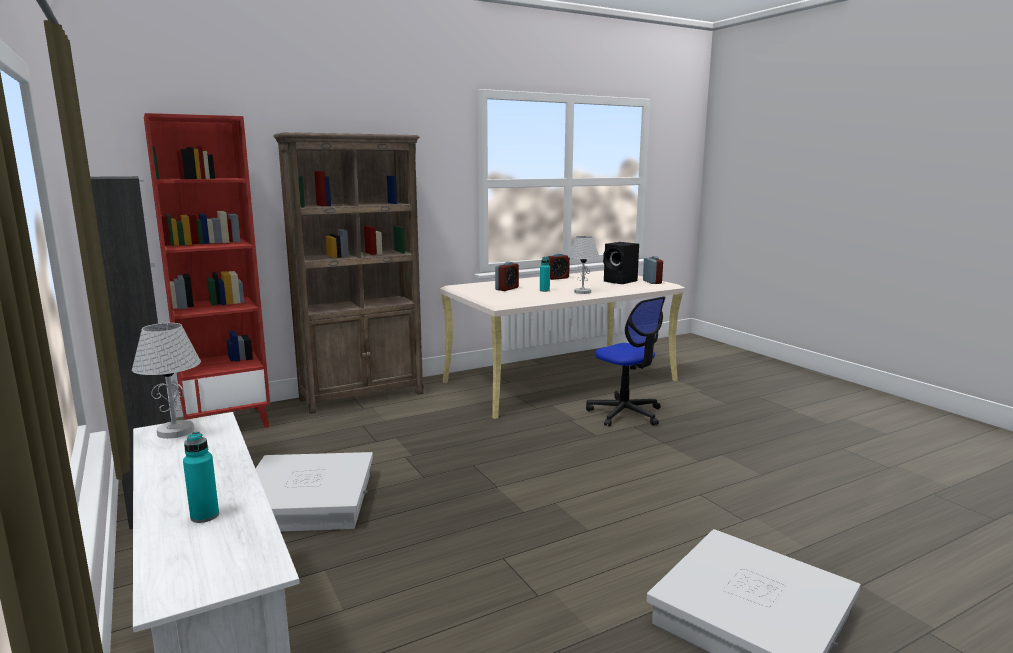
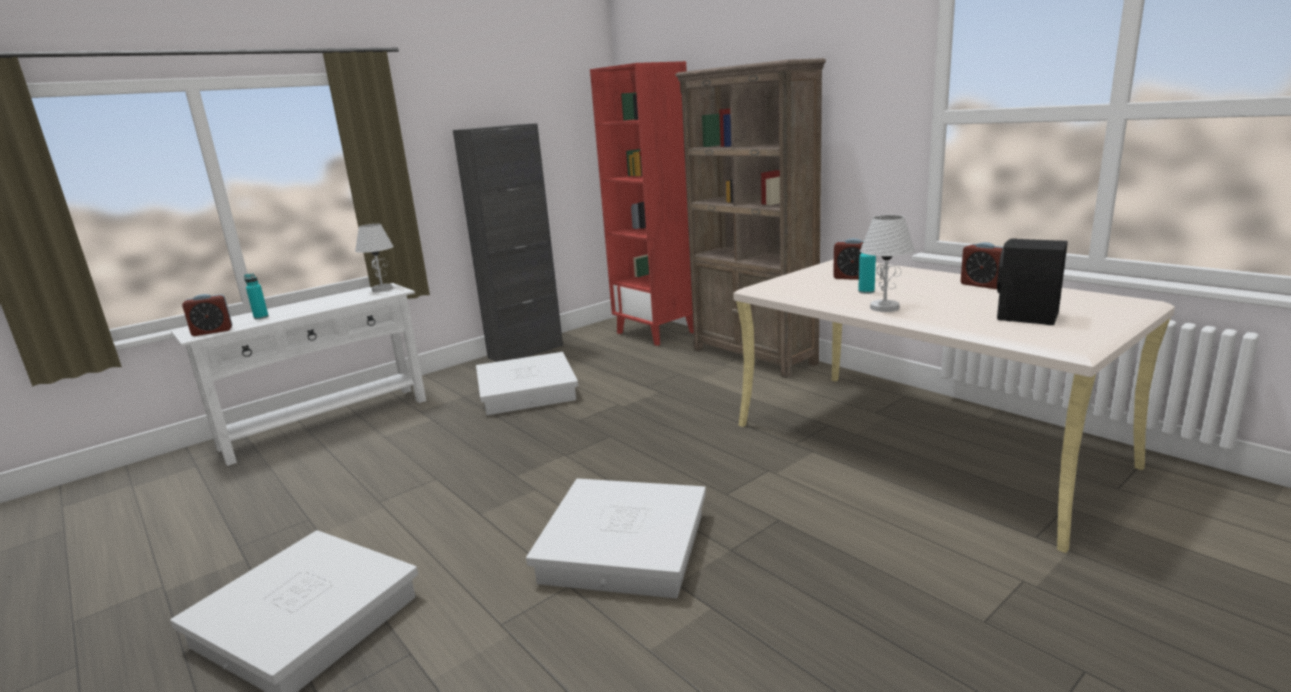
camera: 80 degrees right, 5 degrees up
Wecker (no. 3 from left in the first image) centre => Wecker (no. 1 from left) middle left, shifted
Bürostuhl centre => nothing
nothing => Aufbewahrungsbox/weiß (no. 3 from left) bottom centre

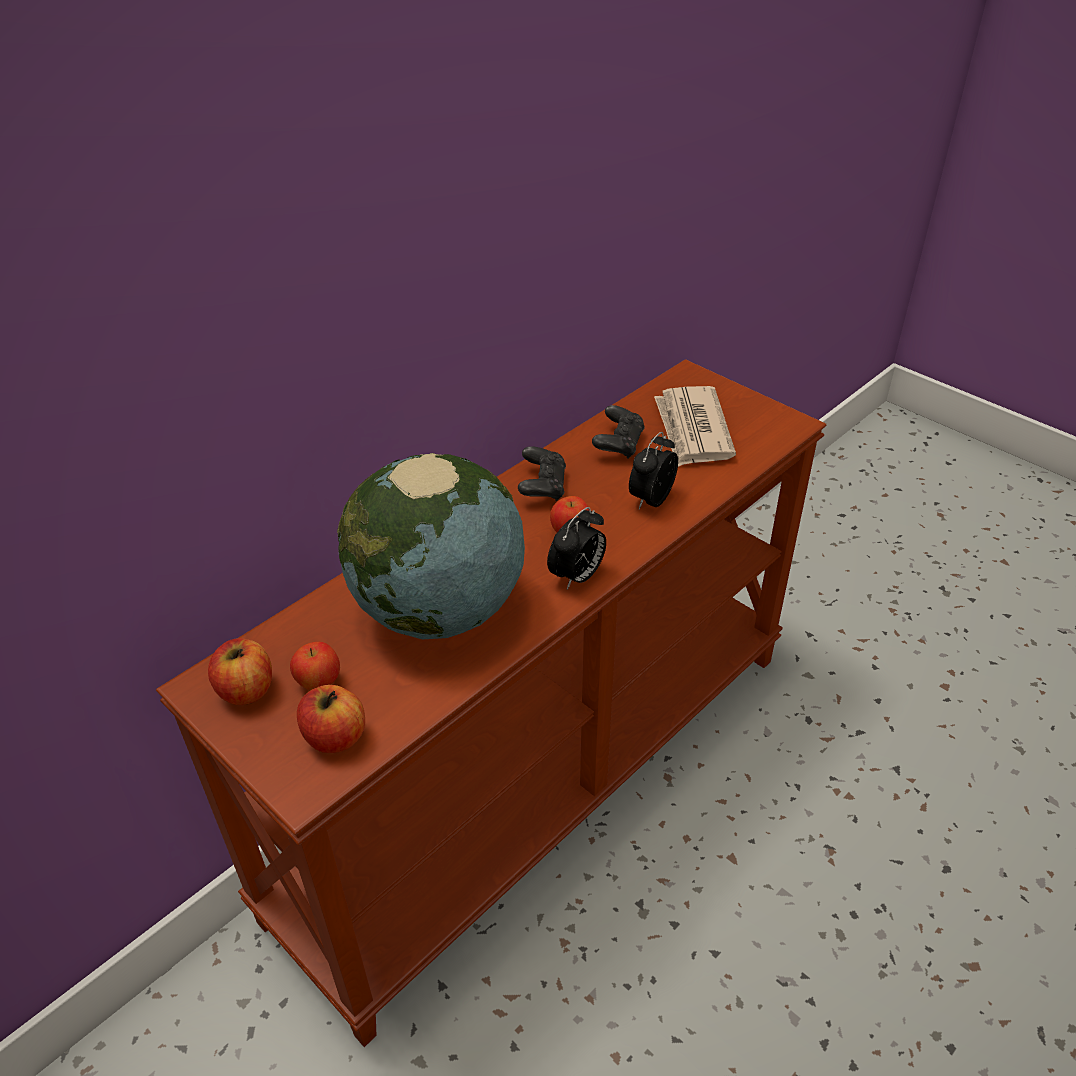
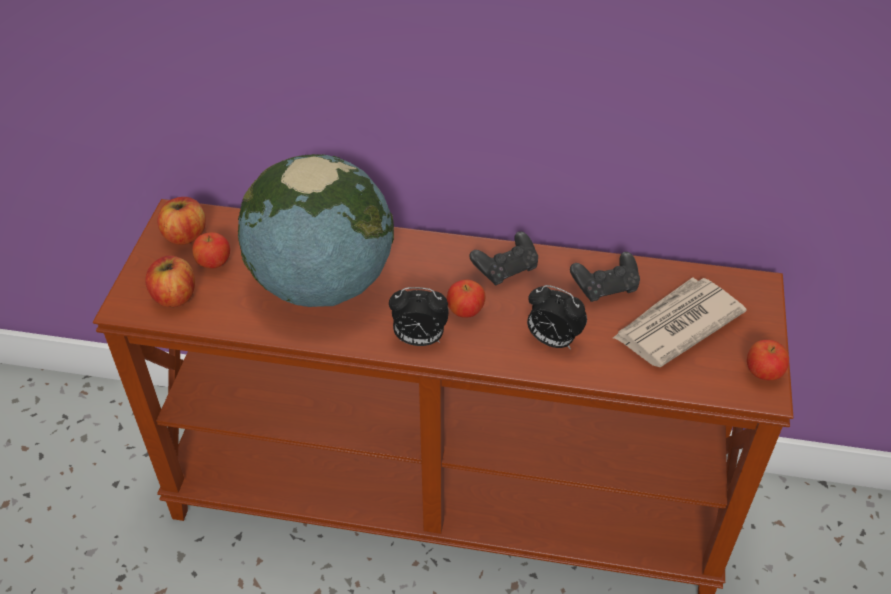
camera: 55 degrees right, 5 degrees up
Wecker (no. 2 from left) centre, 150 degrees counterclockwise
nothing => Apfel (no. 5 from left) middle right

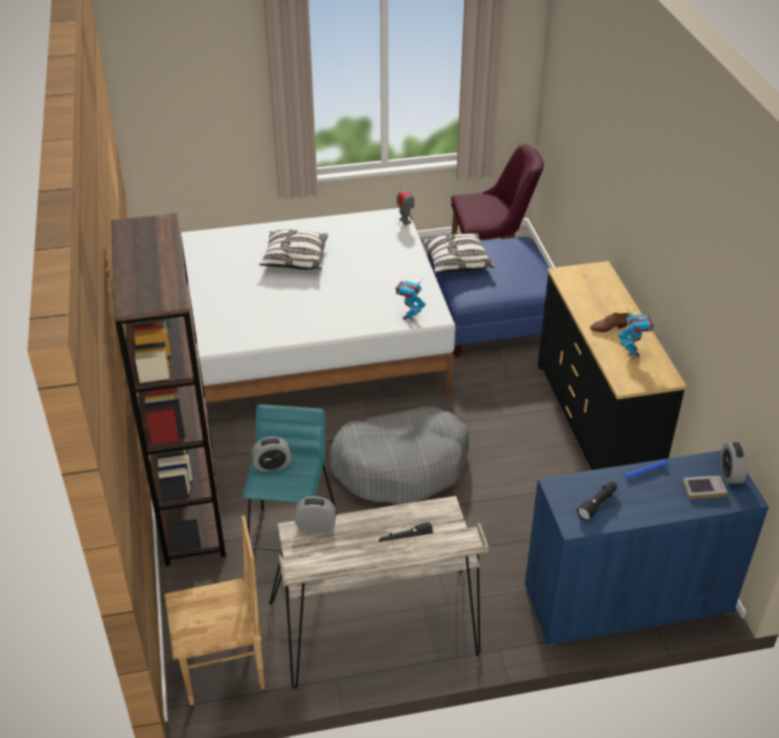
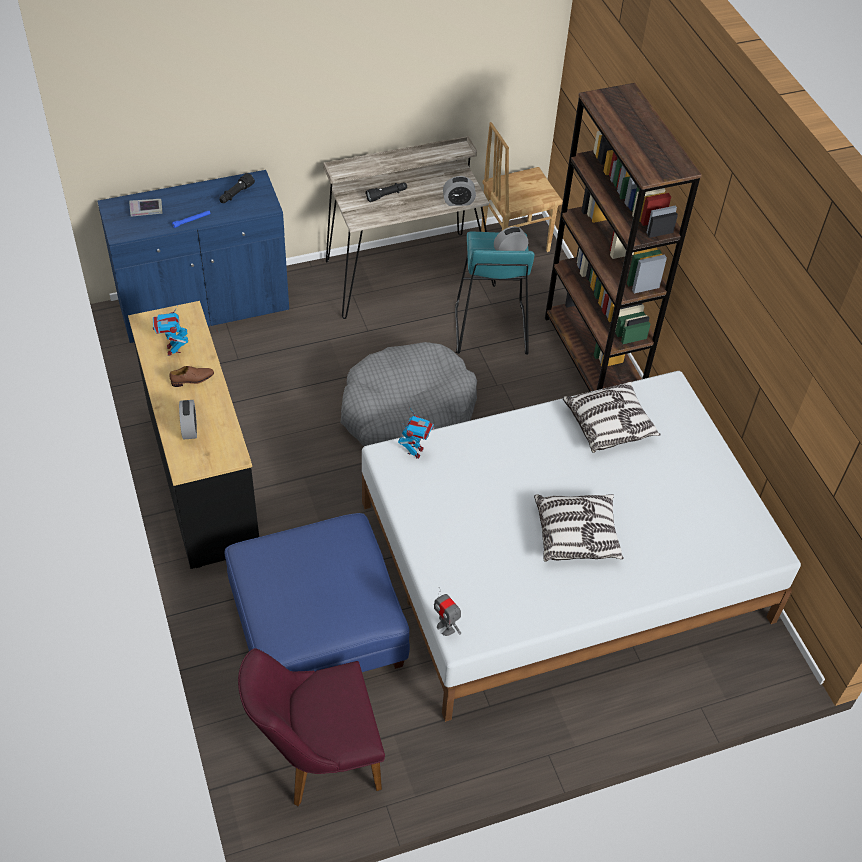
camera: 170 degrees right, 10 degrees up
Kissen (no. 2 from left) centre => Kissen (no. 2 from left) middle right, shifted
Wecker (no. 3 from left in the first image) middle right => Wecker (no. 1 from left) middle left, shifted

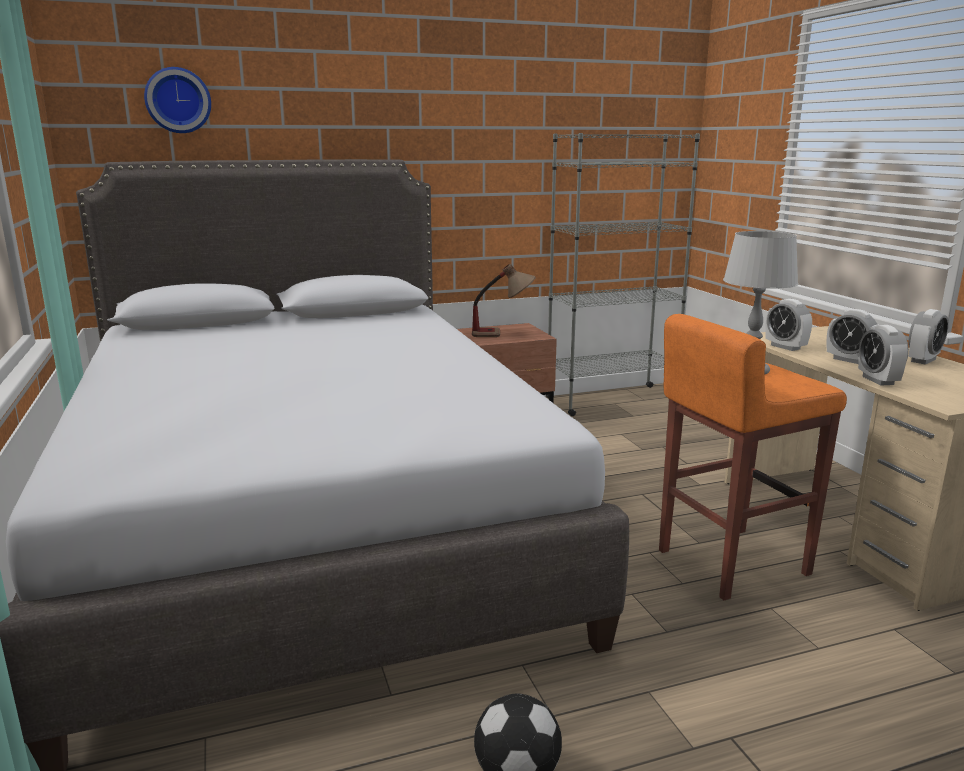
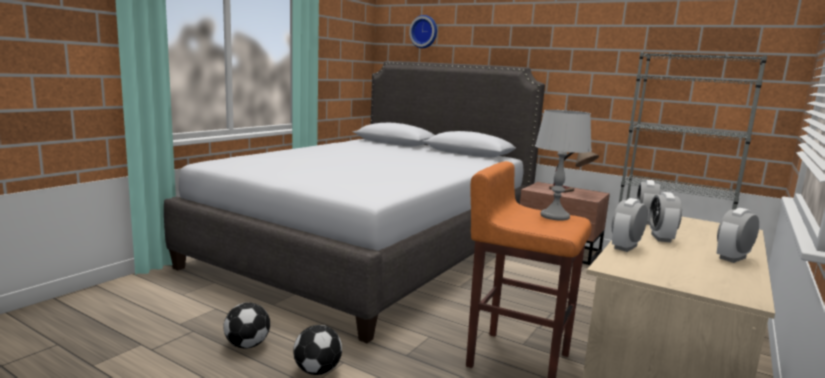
camera: 50 degrees right, 5 degrees down
Wecker (no. 4 from left) middle right, 135 degrees clockwise
nothing => Fußball (no. 2 from left) bottom centre

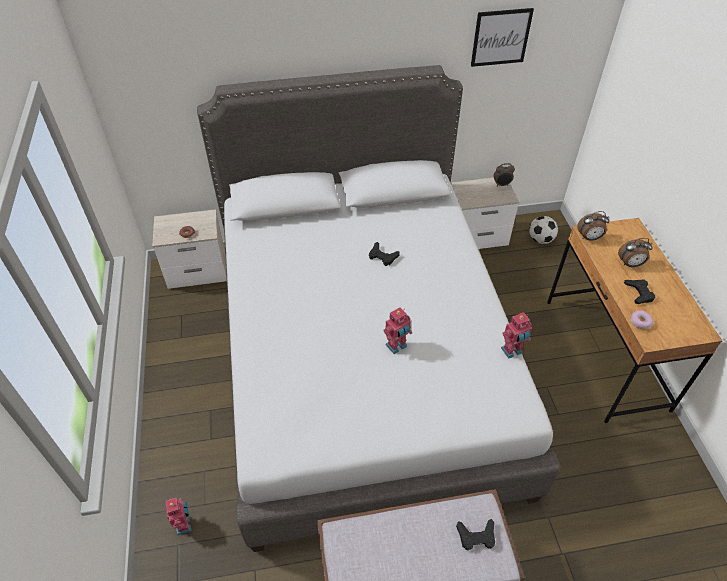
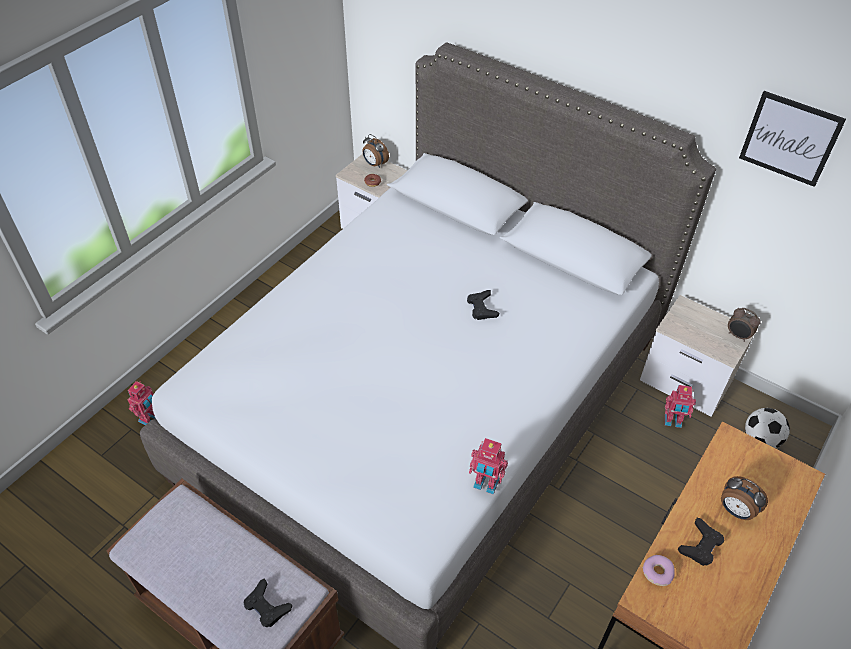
camera: 45 degrees right, 0 degrees up
Wecker (no. 2 from left in the first image) middle right => Wecker (no. 1 from left) top centre, shifted
Spielzeugroboter (no. 2 from left in the first image) centre => Spielzeugroboter (no. 3 from left) middle right, shifted

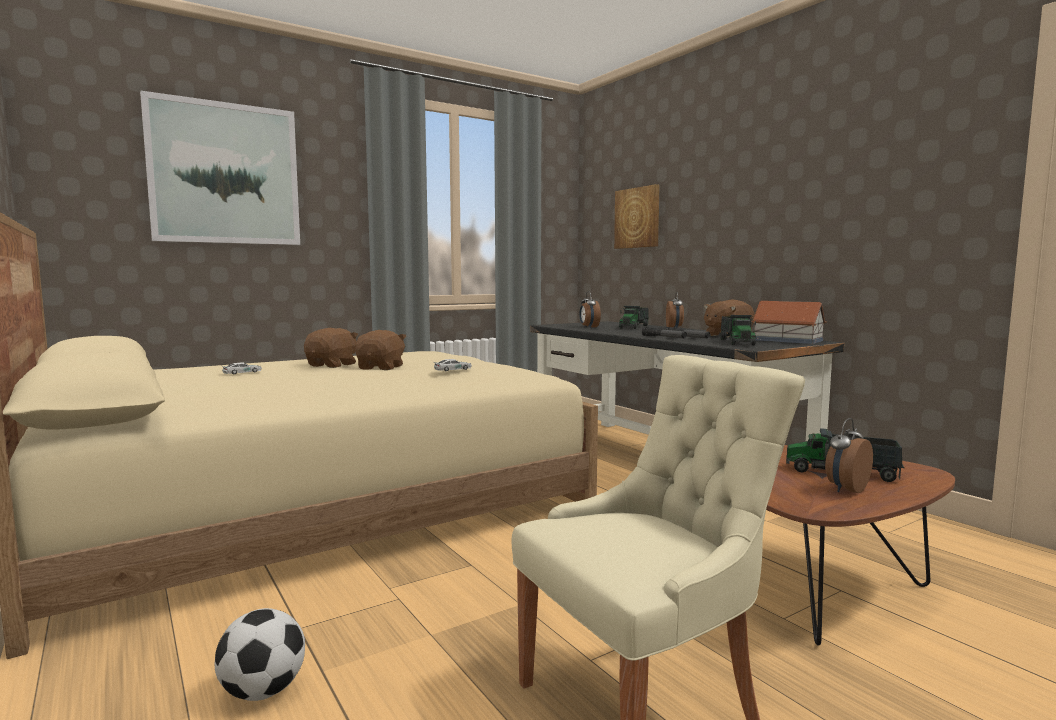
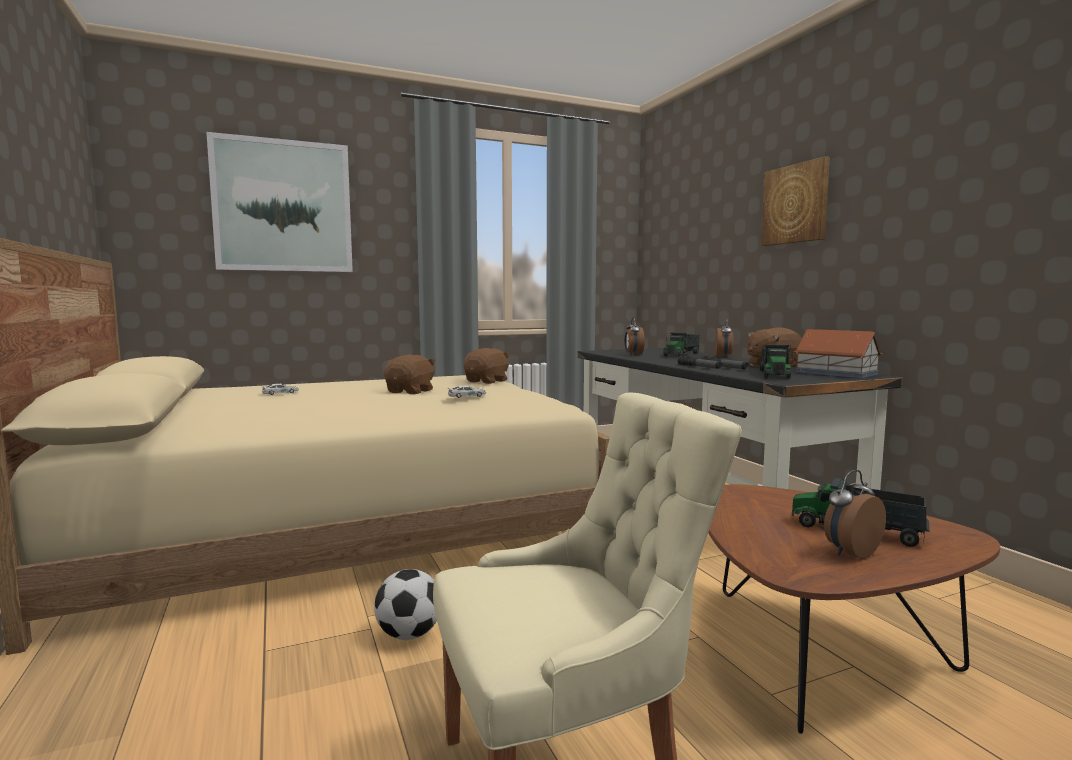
camera: 10 degrees right, 0 degrees up
Bild (no. 2 from left) top centre => Bild (no. 2 from left) top right, shifted
Plüschtier/braun (no. 1 from left in the first image) middle left => Plüschtier/braun (no. 2 from left) centre, shifted
Fußball bottom left => Fußball bottom centre, shifted

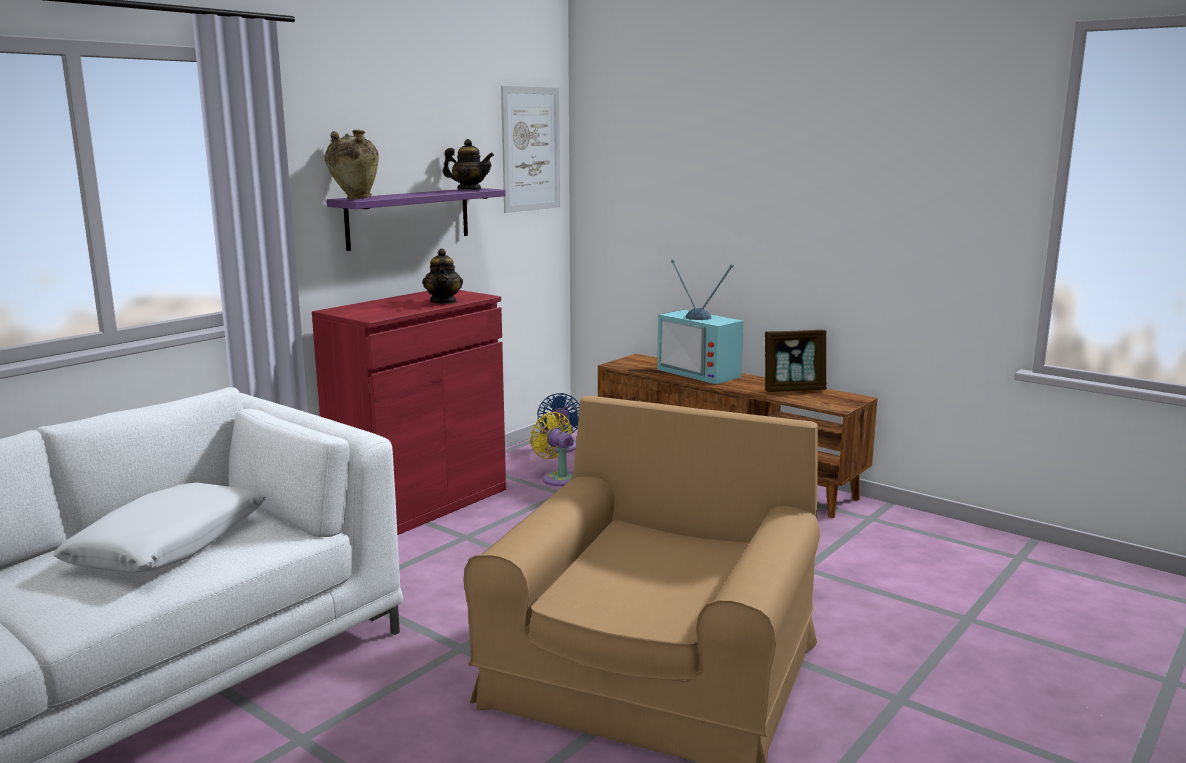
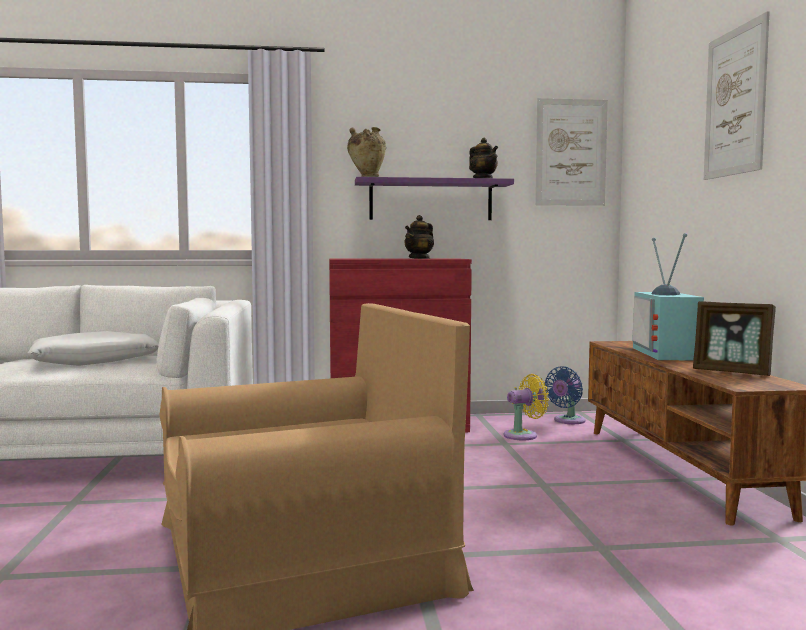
camera: 45 degrees right, 10 degrees down
Ventilator/gelb centre, 60 degrees clockwise
nothing => Bild (no. 2 from left) top right

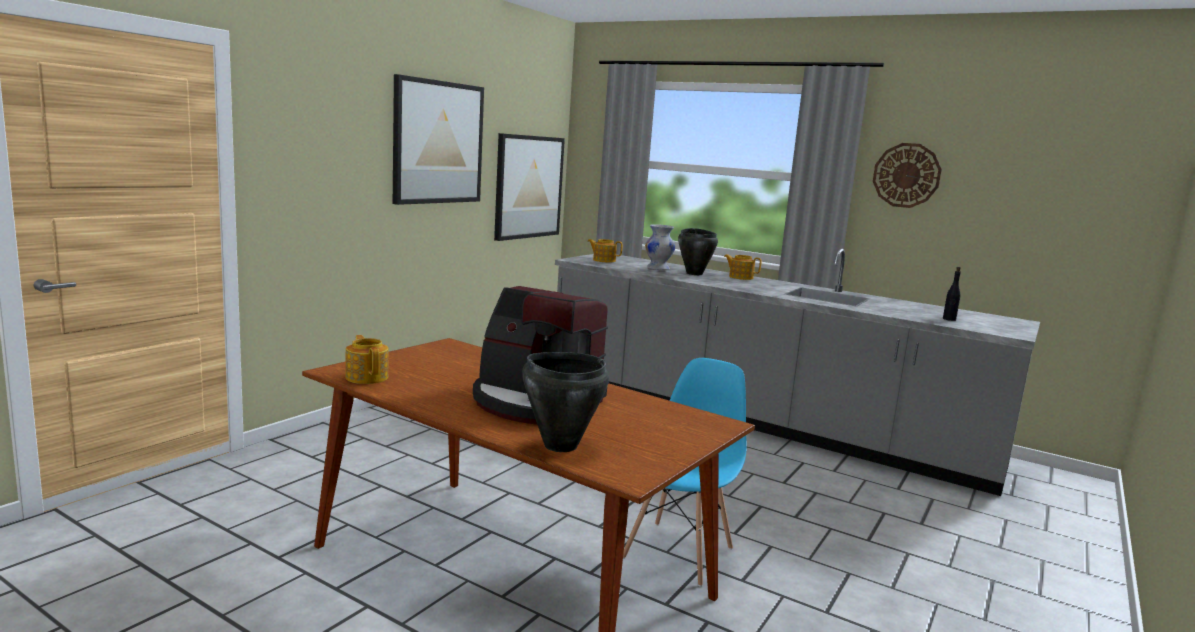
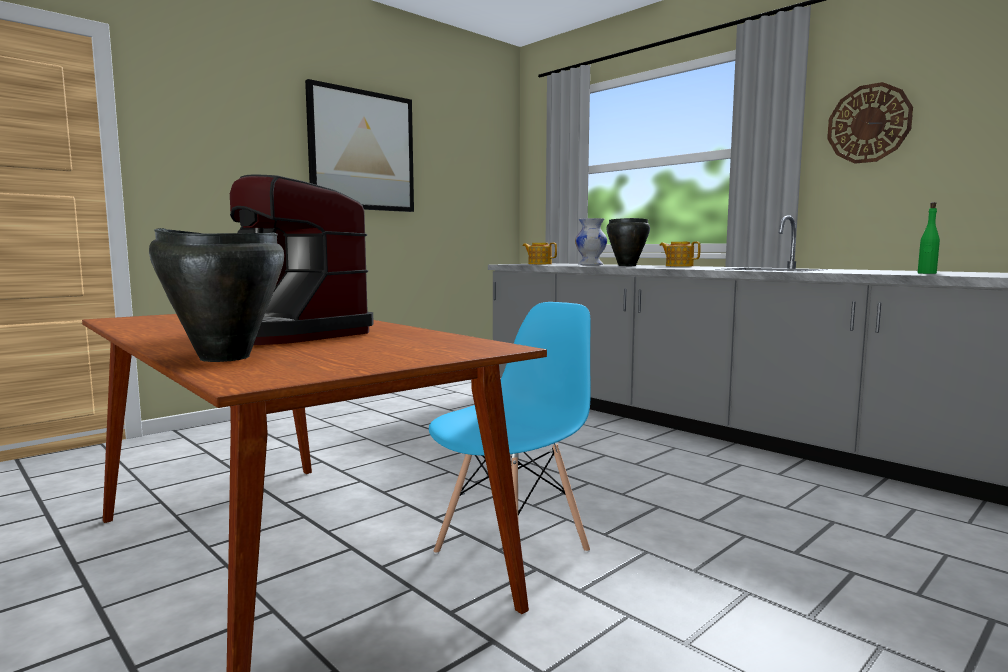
camera: 15 degrees right, 5 degrees down
Bild (no. 2 from left) top centre => nothing
Flasche/schwarz middle right => Flasche/grün middle right
Teekanne (no. 1 from left) middle left => nothing

